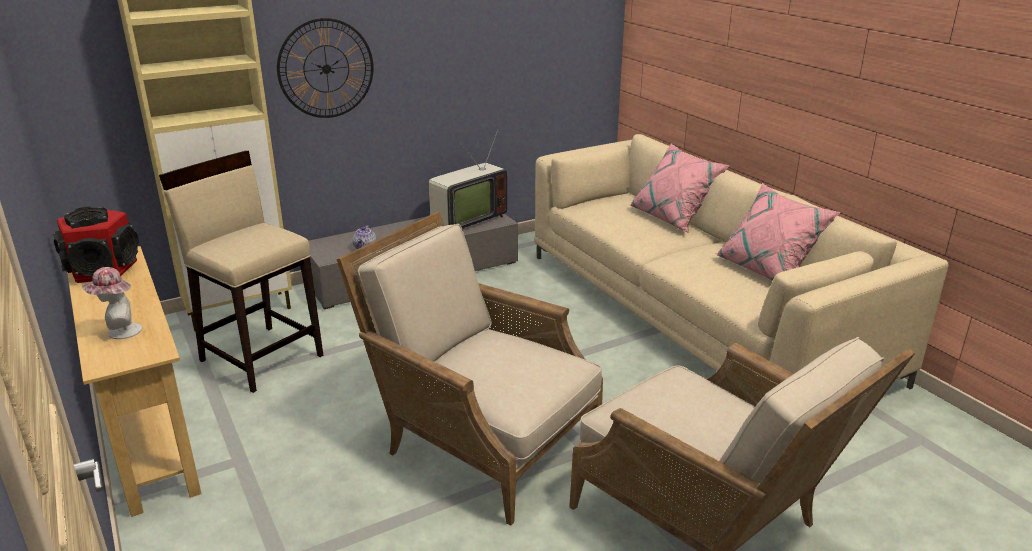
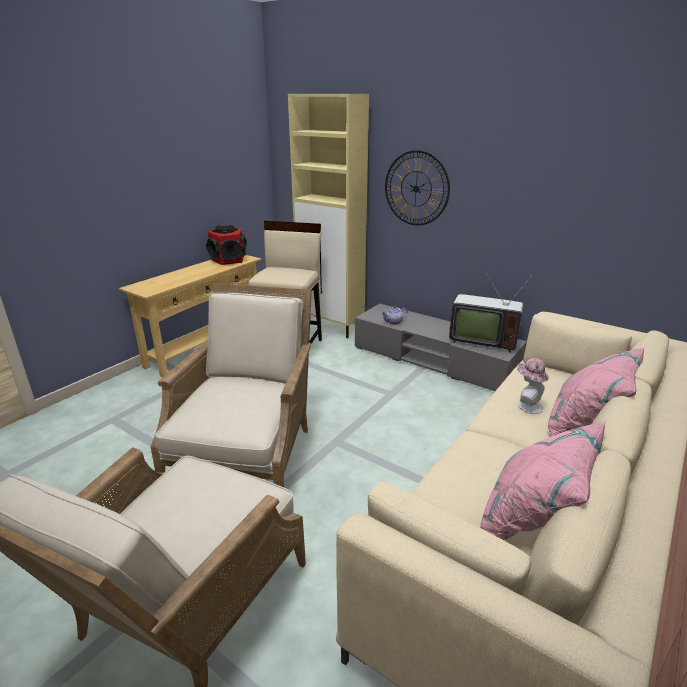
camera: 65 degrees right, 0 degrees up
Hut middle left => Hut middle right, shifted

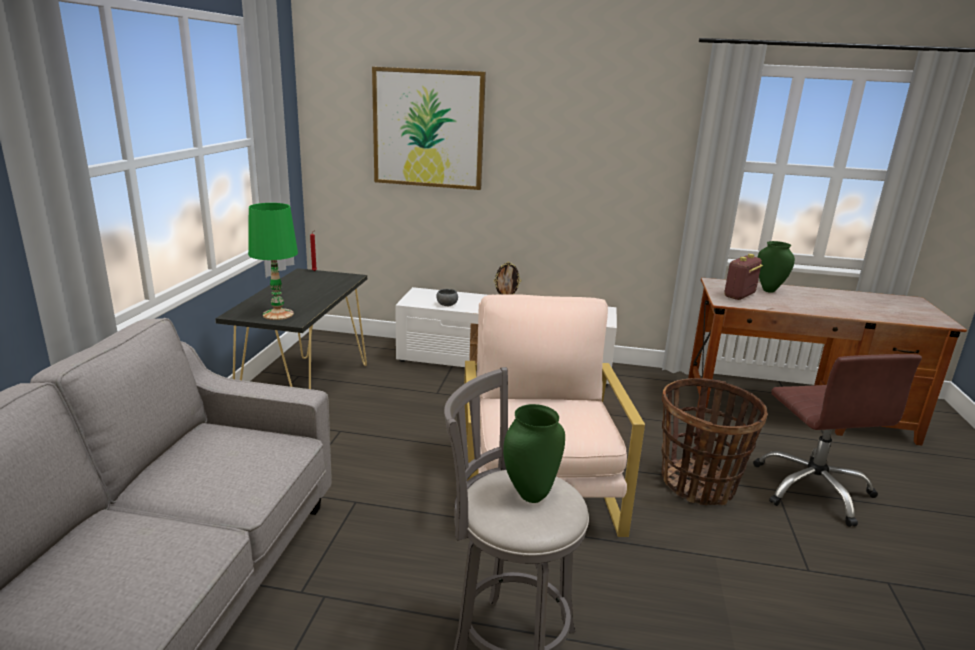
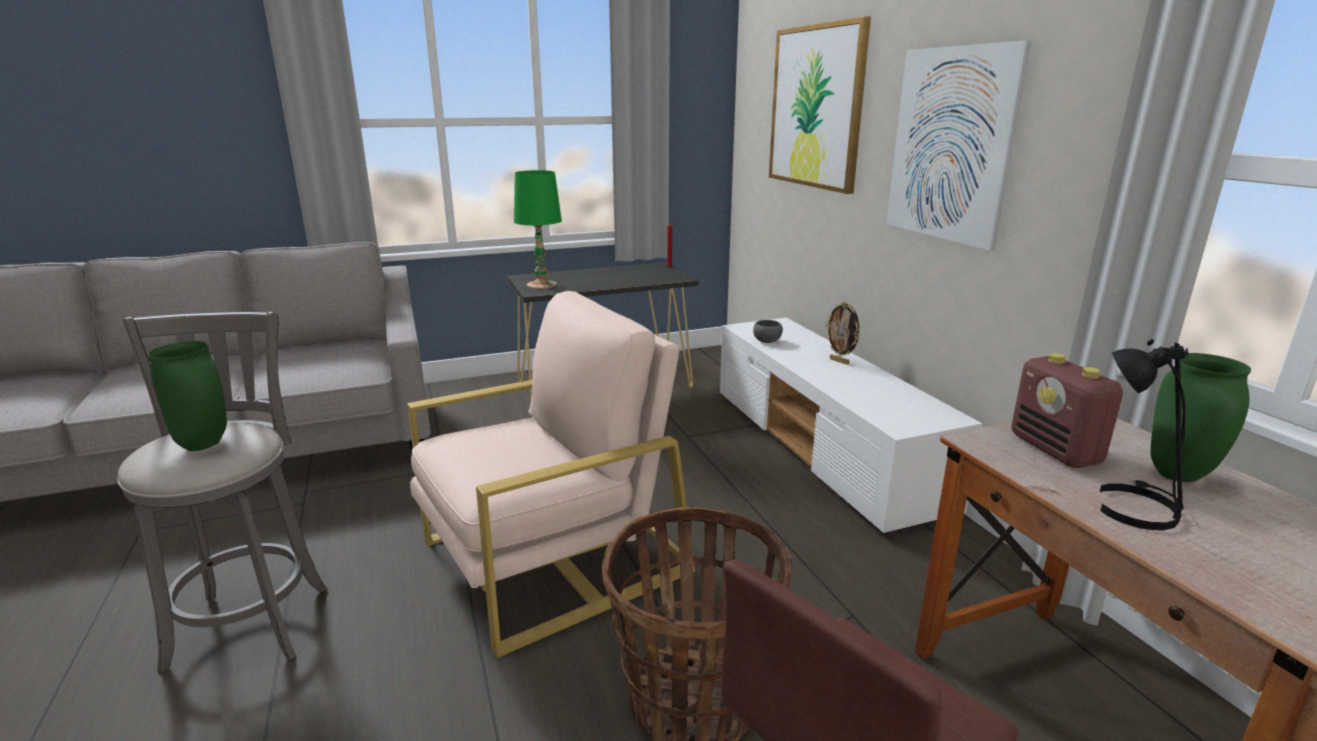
camera: 60 degrees right, 0 degrees up
Radio middle right, 120 degrees counterclockwise
nothing => Bild (no. 2 from left) top right
nothing => Tischlampe/schwarz middle right

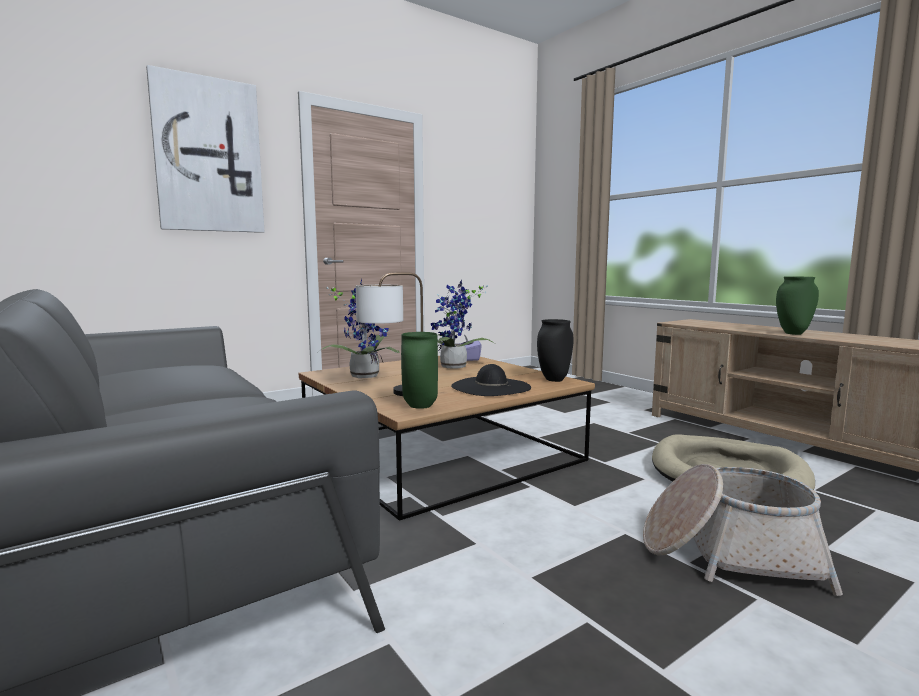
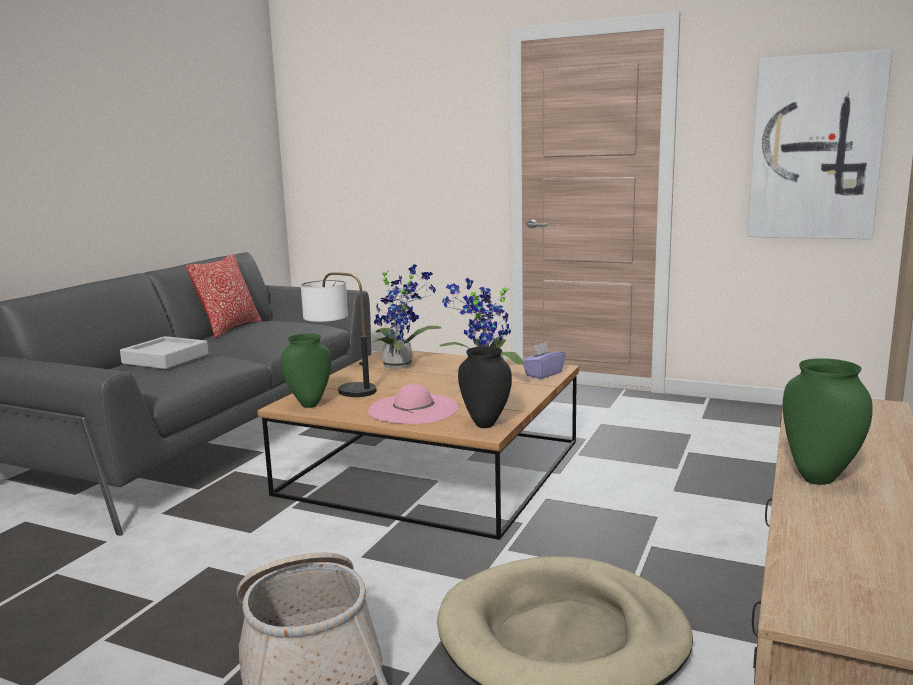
camera: 60 degrees right, 5 degrees up
Bild top left => Bild top right, shifted
Hut/schwarz centre => Hut/rosa centre
nothing => Kissen middle left
nothing => Tablett/grau middle left

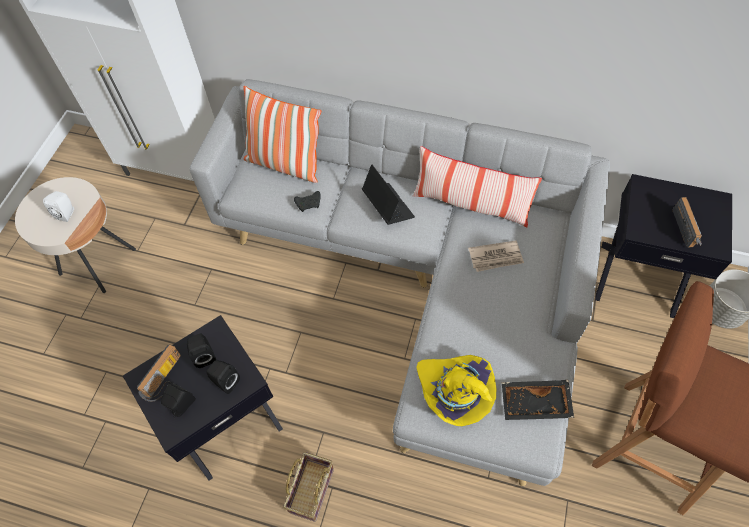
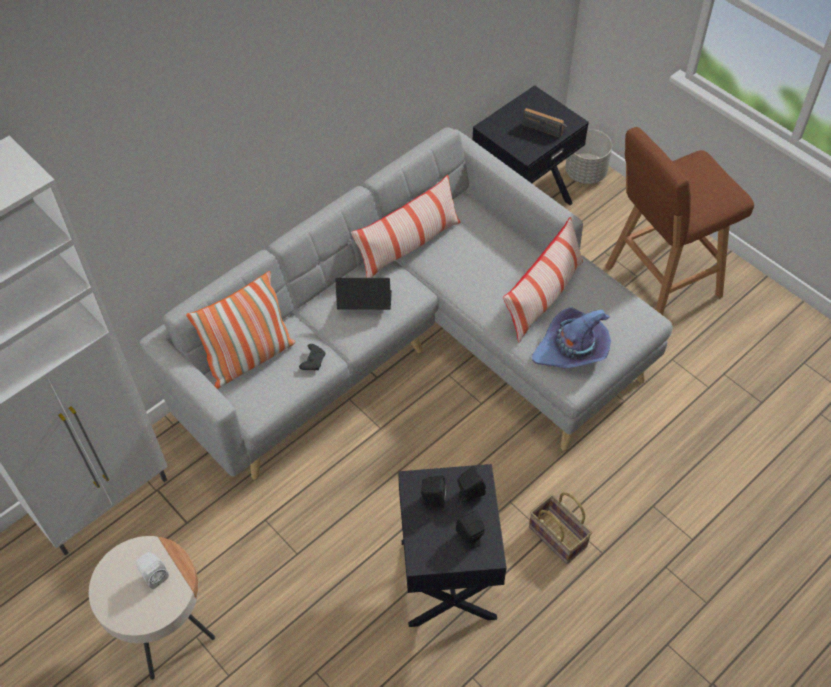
camera: 60 degrees left, 5 degrees down
Zeitung centre => nothing
Radio (no. 1 from left) bottom left => nothing
Hut/gelb bottom centre => Hut/lila middle right
Tablett/schwarz bottom right => nothing
nothing => Kissen (no. 3 from left) centre

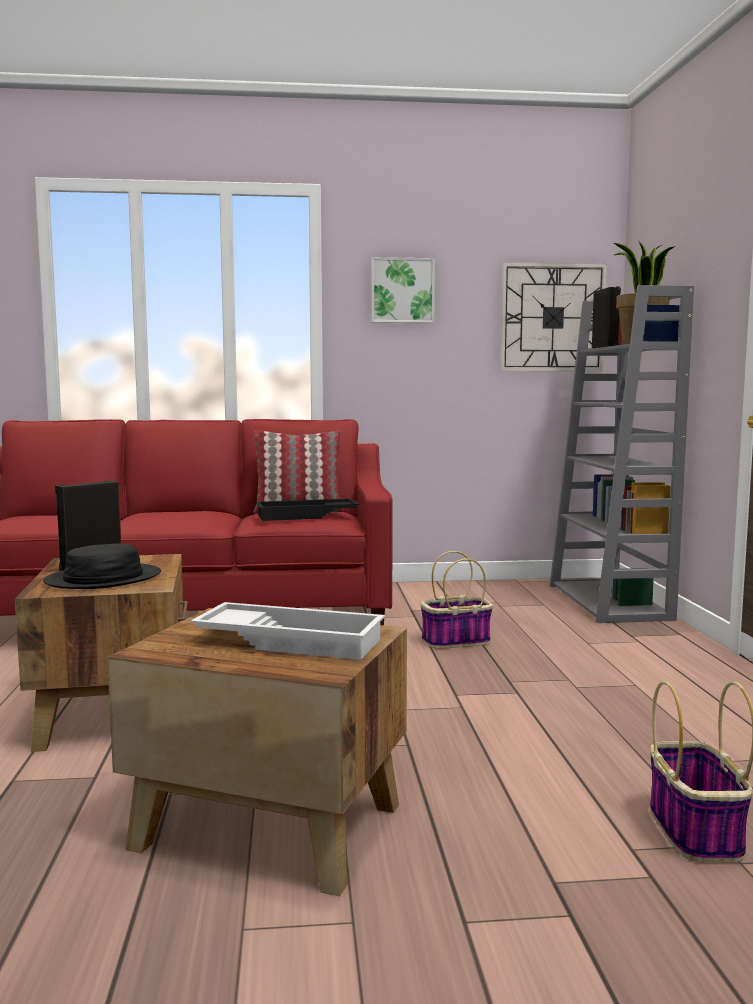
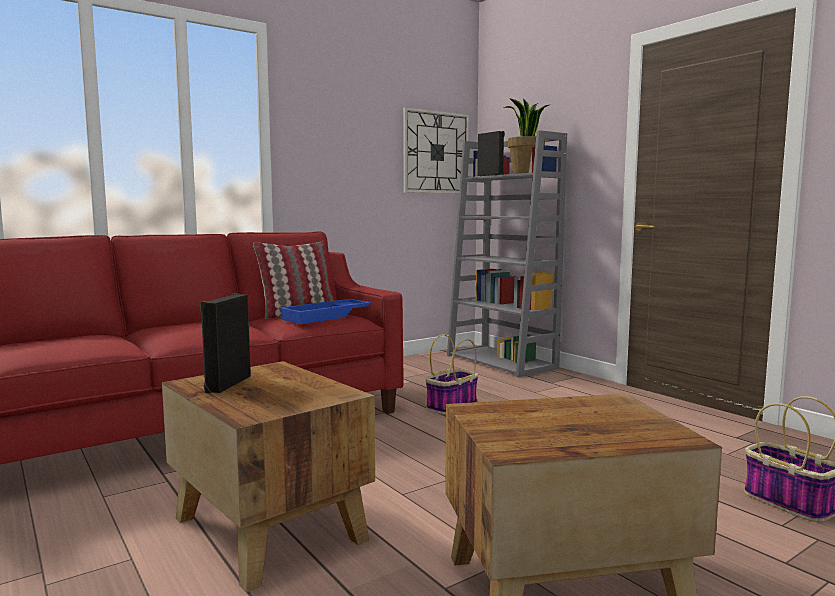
camera: 30 degrees left, 0 degrees up
Bild top centre => nothing
Tablett/schwarz centre => Tablett/blau centre
Hut/schwarz middle left => nothing
Tablett/weiß centre => nothing

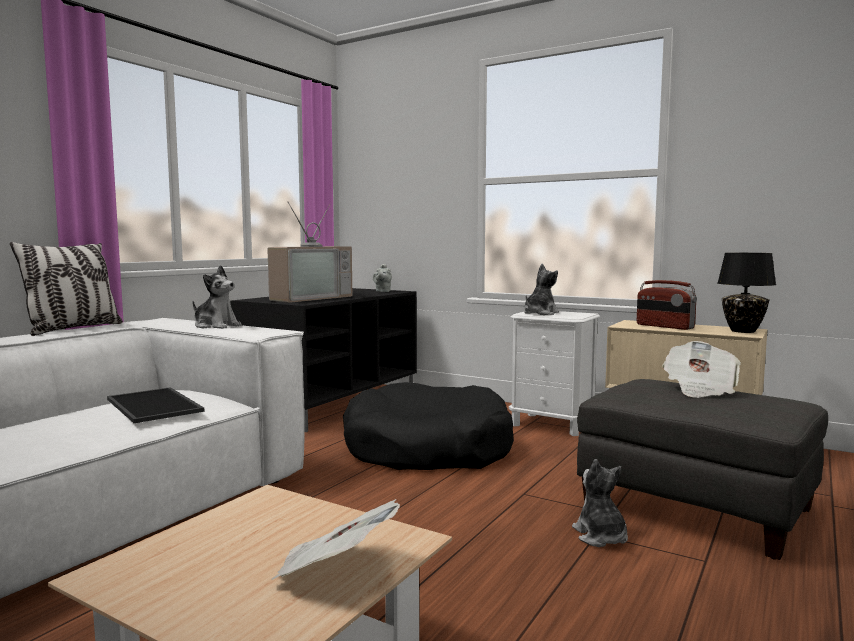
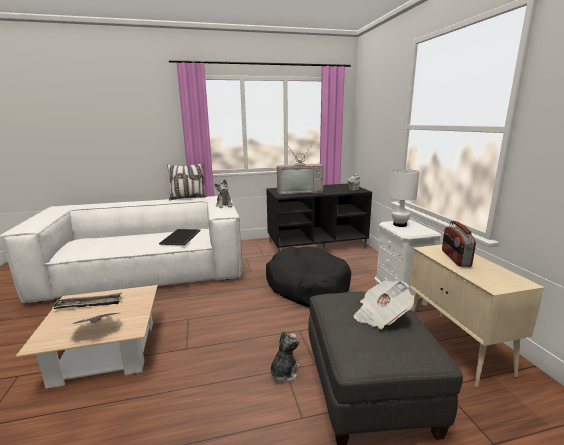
camera: 45 degrees right, 10 degrees up
Tischlampe/schwarz middle right => nothing
Plüschtier (no. 2 from left) centre => Tischlampe/weiß middle right
nothing => Tablett (no. 1 from left) bottom left

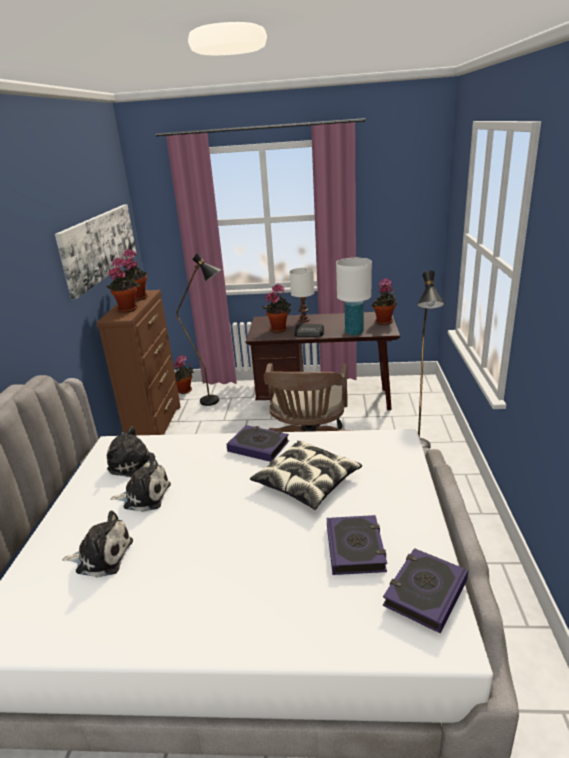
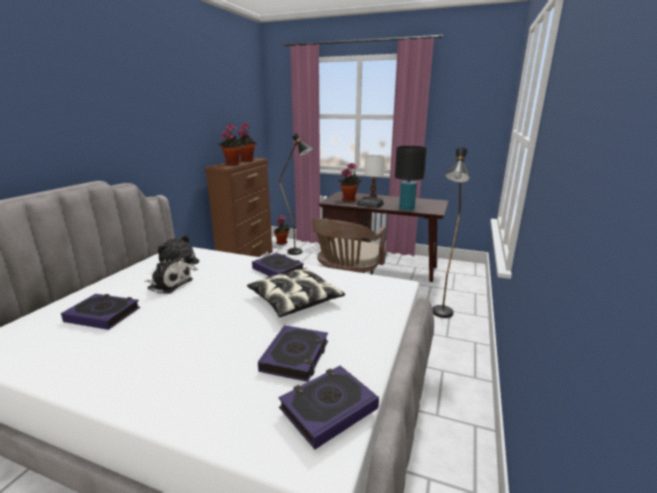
camera: 15 degrees right, 5 degrees down
Bild top left => nothing
Tischlampe/weiß (no. 2 from left) centre => Tischlampe/schwarz centre
Topfpflanze (no. 5 from left) middle right => nothing
Plüschtier (no. 1 from left) bottom left => Buch (no. 1 from left) middle left

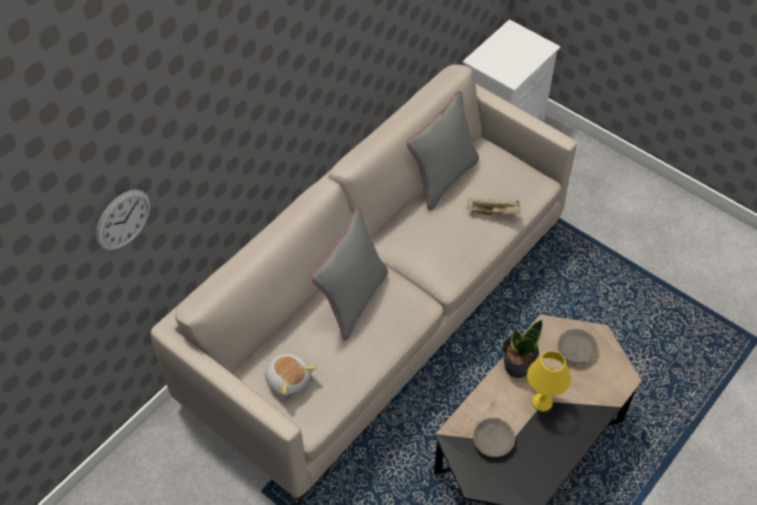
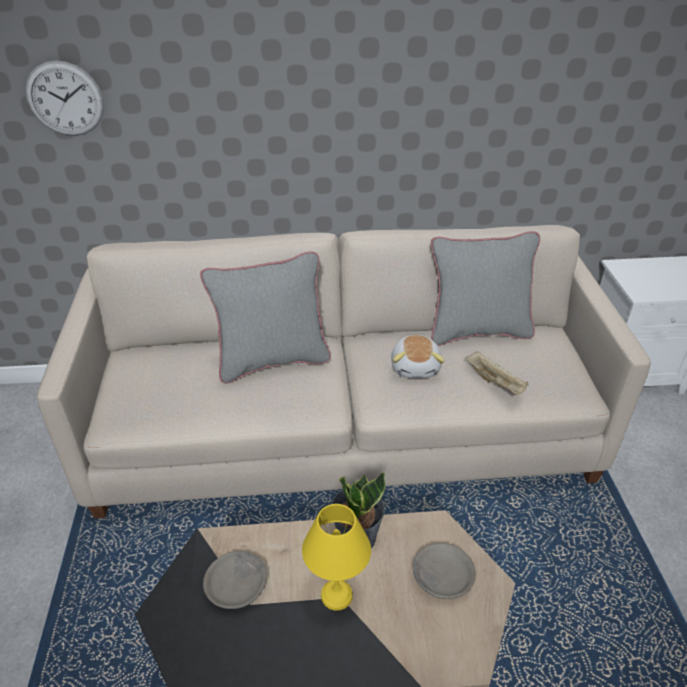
camera: 45 degrees right, 15 degrees down
Plüschtier bottom centre => Plüschtier centre, shifted

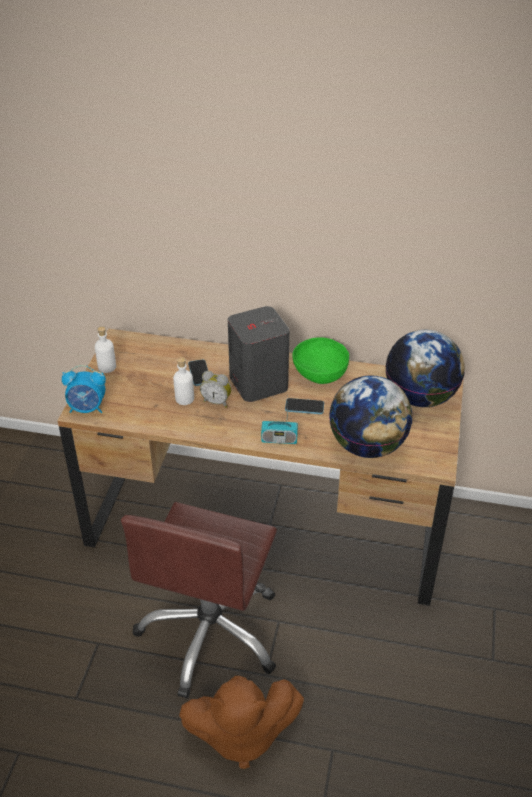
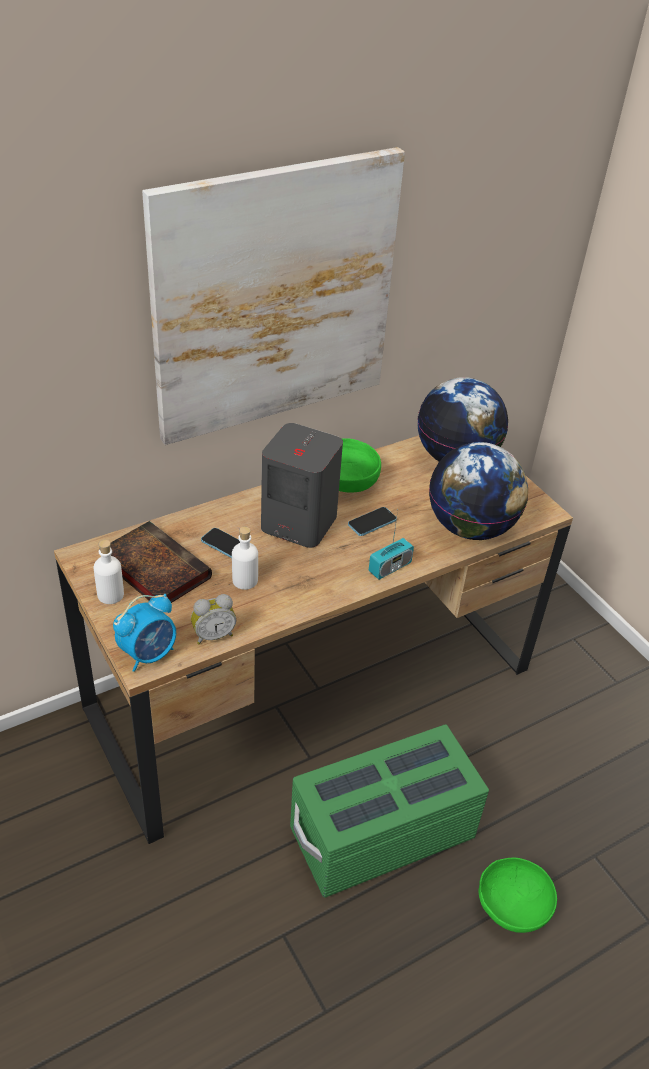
camera: 45 degrees left, 0 degrees up
Wecker (no. 2 from left) centre => Wecker (no. 2 from left) middle left, shifted
Bürostuhl/braun bottom centre => Aufbewahrungsbox/grün bottom centre
Plüschtier/braun bottom centre => Schüssel/grün (no. 2 from left) bottom right
nothing => Bild top centre
nothing => Buch middle left

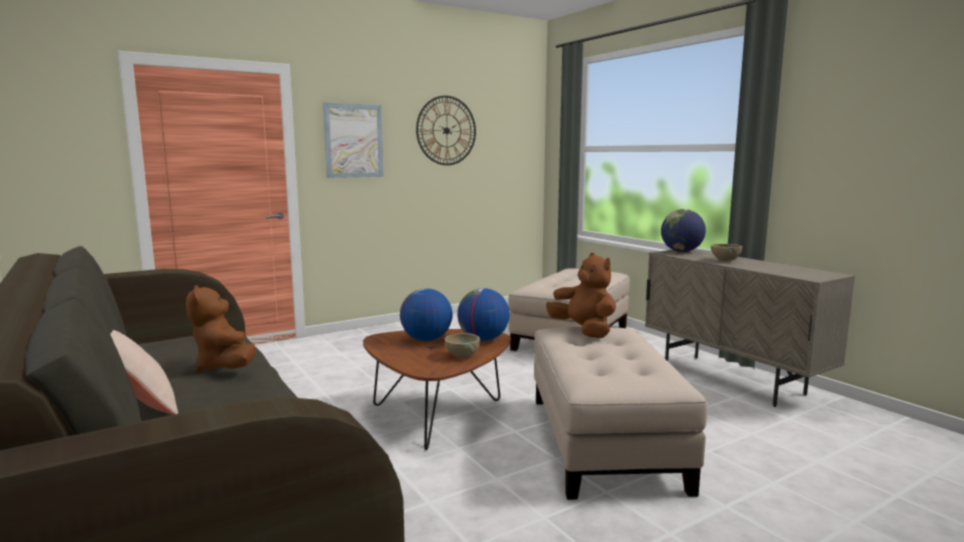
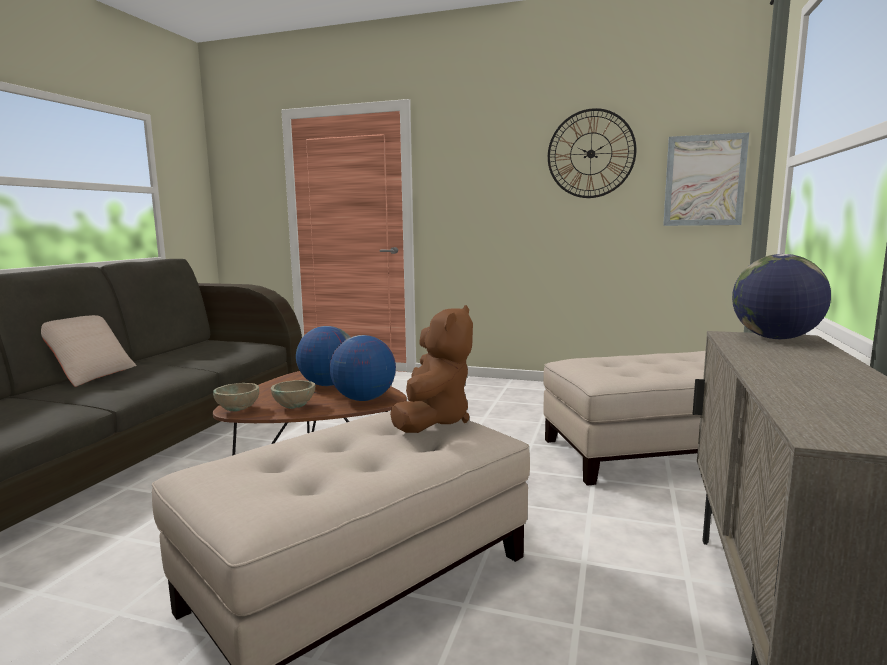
camera: 50 degrees right, 0 degrees up
Bild top centre => Bild top right, shifted
Schüssel/beige (no. 2 from left in the first image) middle right => Schüssel/beige (no. 1 from left) middle left, shifted
Plüschtier/braun (no. 1 from left) middle left => nothing

